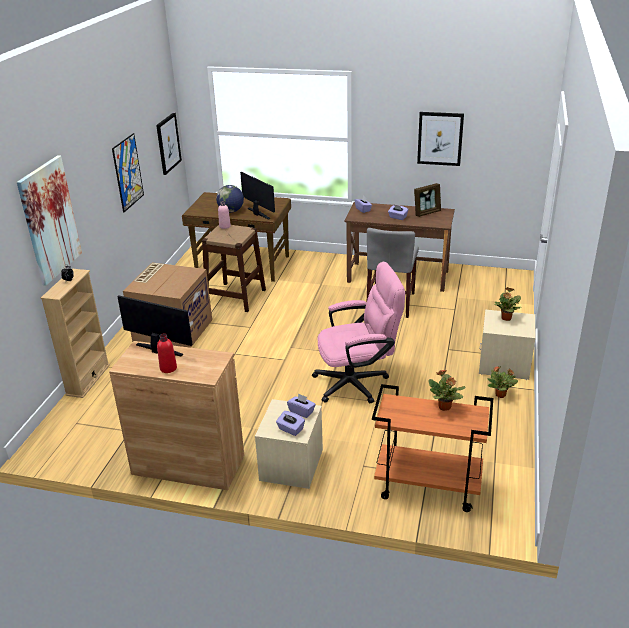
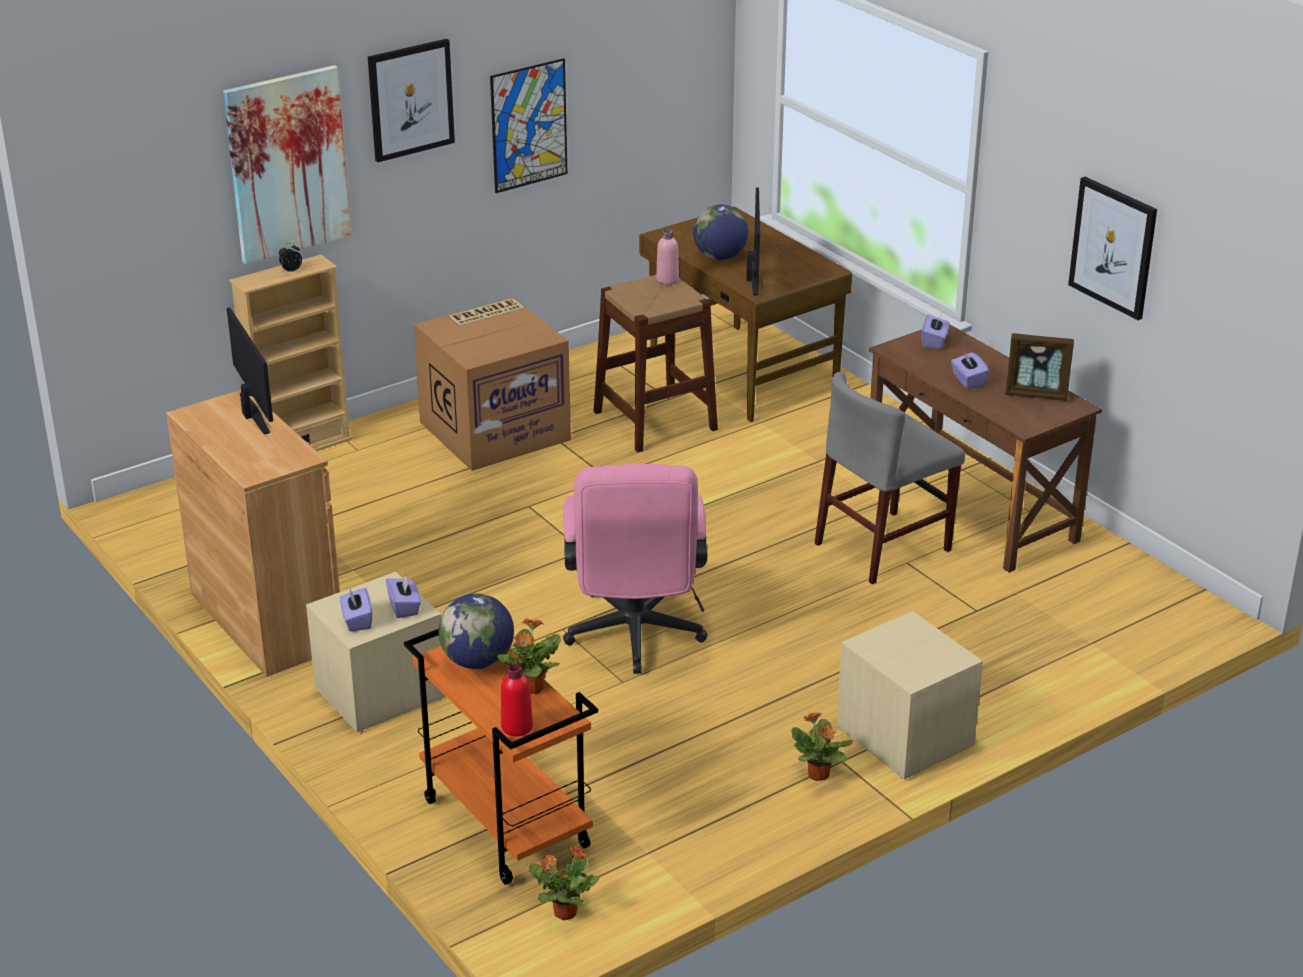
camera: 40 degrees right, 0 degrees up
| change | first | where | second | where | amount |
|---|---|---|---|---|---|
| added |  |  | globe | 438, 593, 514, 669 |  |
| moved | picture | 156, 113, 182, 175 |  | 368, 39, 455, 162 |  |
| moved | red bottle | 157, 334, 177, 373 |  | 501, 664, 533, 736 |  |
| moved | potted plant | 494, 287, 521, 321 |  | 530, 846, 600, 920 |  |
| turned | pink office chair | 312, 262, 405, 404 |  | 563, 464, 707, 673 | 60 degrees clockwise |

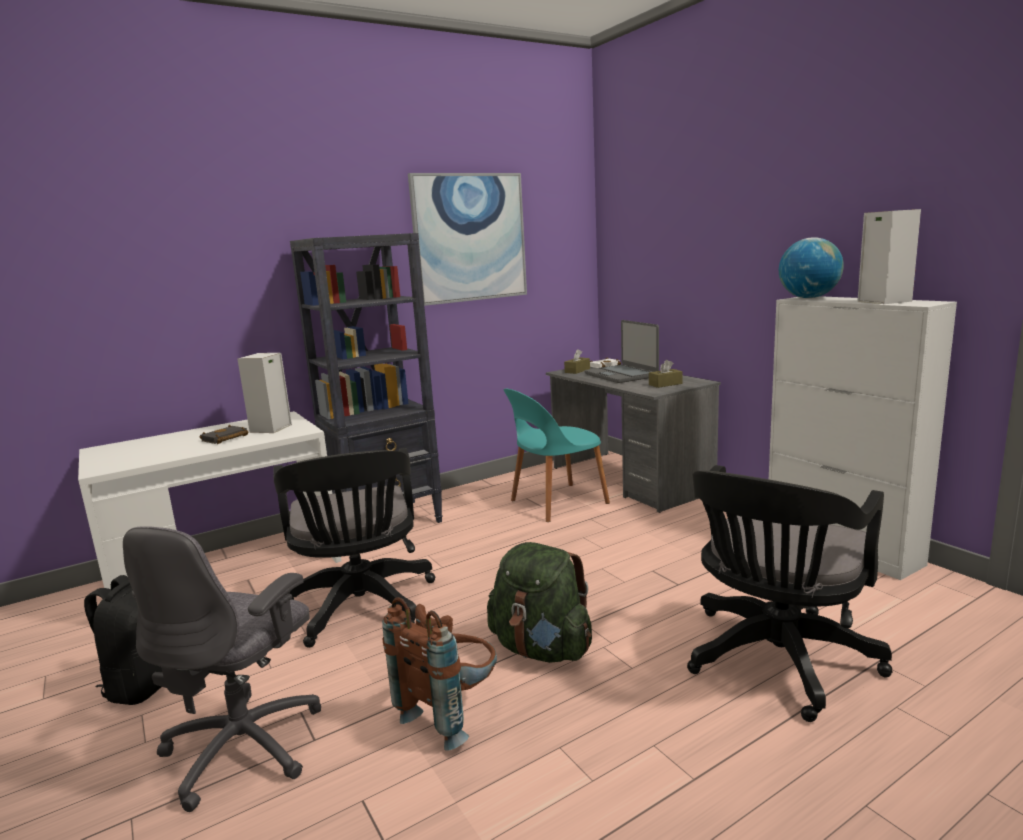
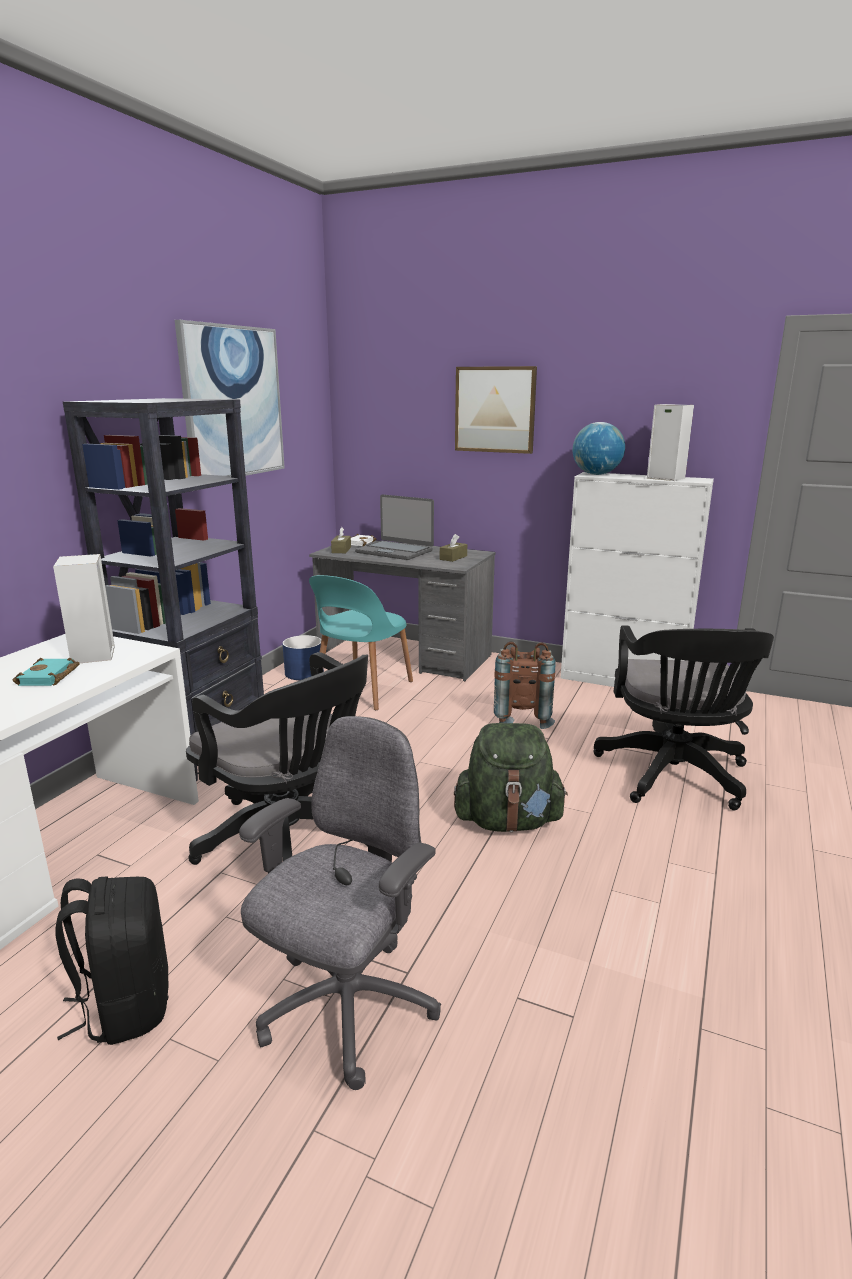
camera: 35 degrees left, 5 degrees up
| change | first | where | second | where | amount |
|---|---|---|---|---|---|
| added |  |  | blue planter | 282, 635, 324, 680 |  |
| added |  |  | picture | 455, 366, 537, 454 |  |
| moved | brown backpack | 382, 597, 497, 751 |  | 494, 642, 556, 729 |  |
| recoloured | black book | 200, 425, 248, 444 | turquoise book | 12, 658, 80, 686 |  |
| turned | grey office chair | 123, 526, 321, 812 |  | 239, 716, 441, 1090 | 135 degrees counterclockwise |

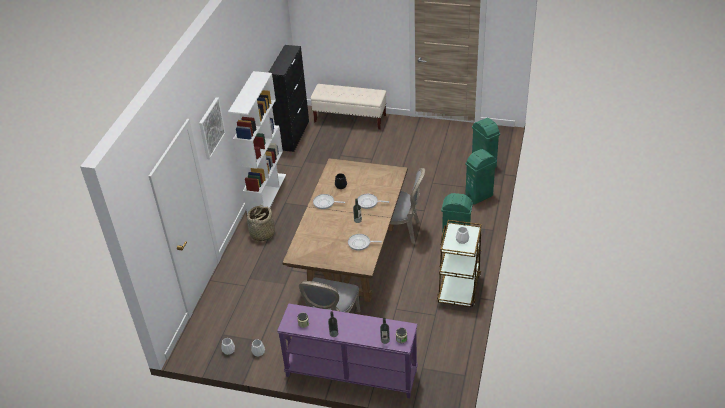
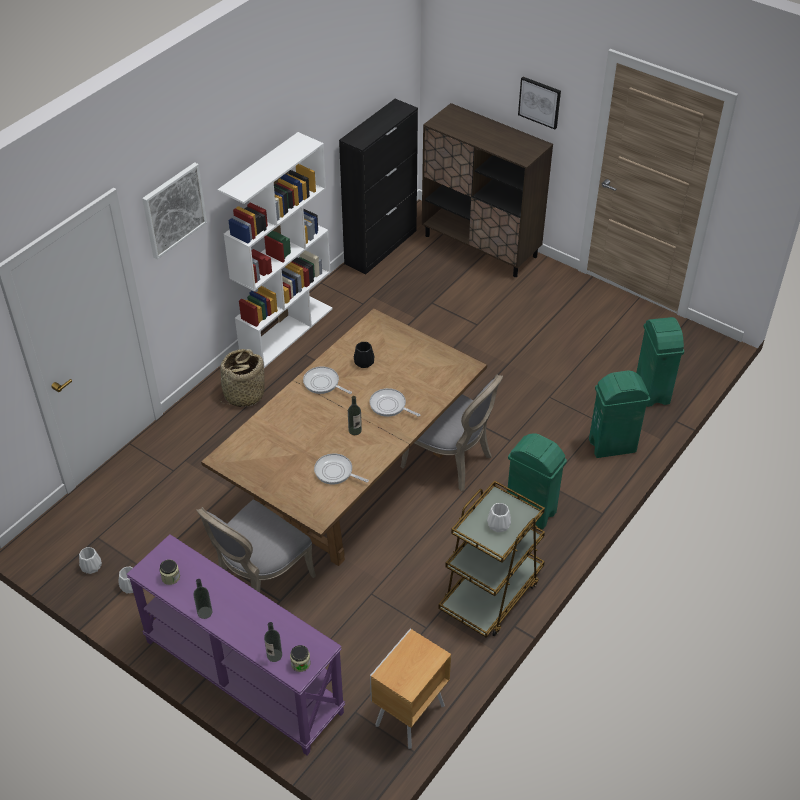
camera: 20 degrees right, 5 degrees up
| change | first | where | second | where | amount |
|---|---|---|---|---|---|
| added |  |  | brown nightstand | 370, 629, 451, 749 |  |
| added |  |  | picture | 518, 77, 561, 129 |  |
| replaced | beige bench | 311, 84, 387, 130 | brown cabinet | 422, 103, 553, 277 |  |

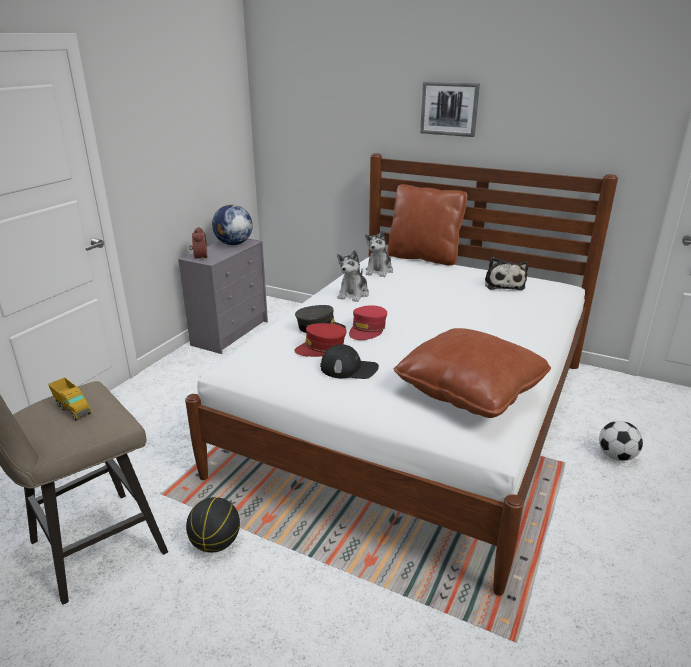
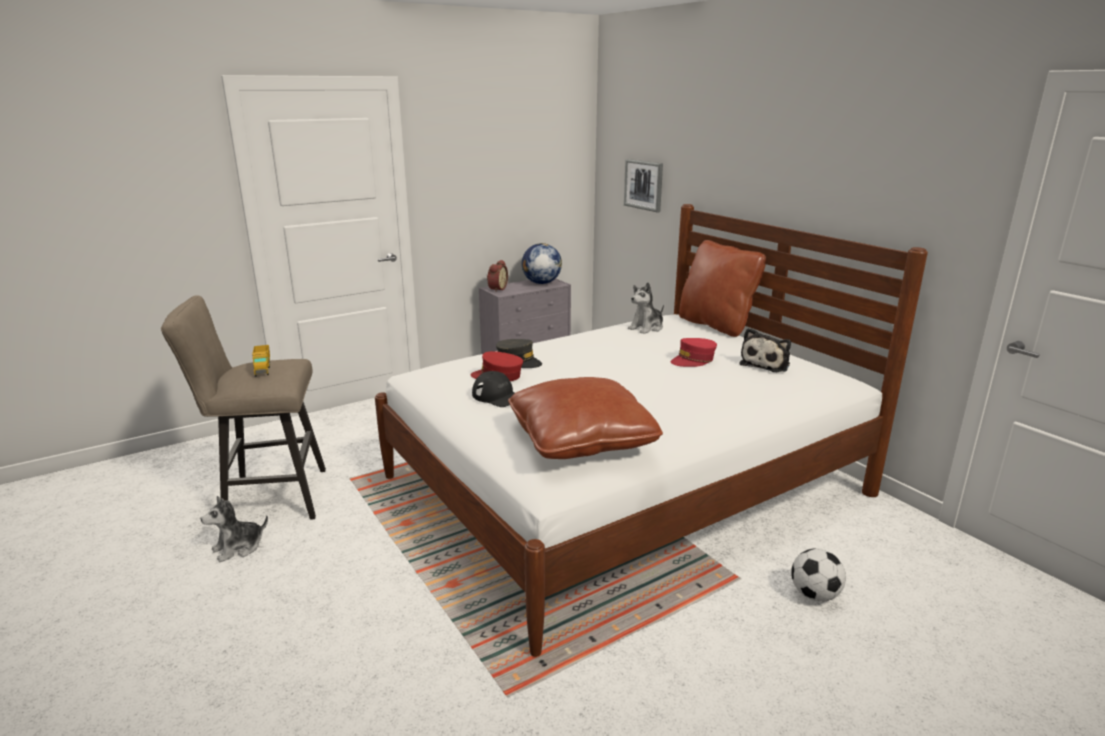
camera: 30 degrees right, 5 degrees down
| change | first | where | second | where | amount |
|---|---|---|---|---|---|
| removed | basketball | 186, 497, 240, 553 |  |  |  |
| moved | plush toy | 337, 250, 369, 302 |  | 200, 496, 268, 562 |  |
| moved | red cap | 349, 305, 387, 340 |  | 671, 338, 717, 367 |  |
| moved | picture | 420, 81, 480, 137 |  | 624, 159, 663, 213 |  |

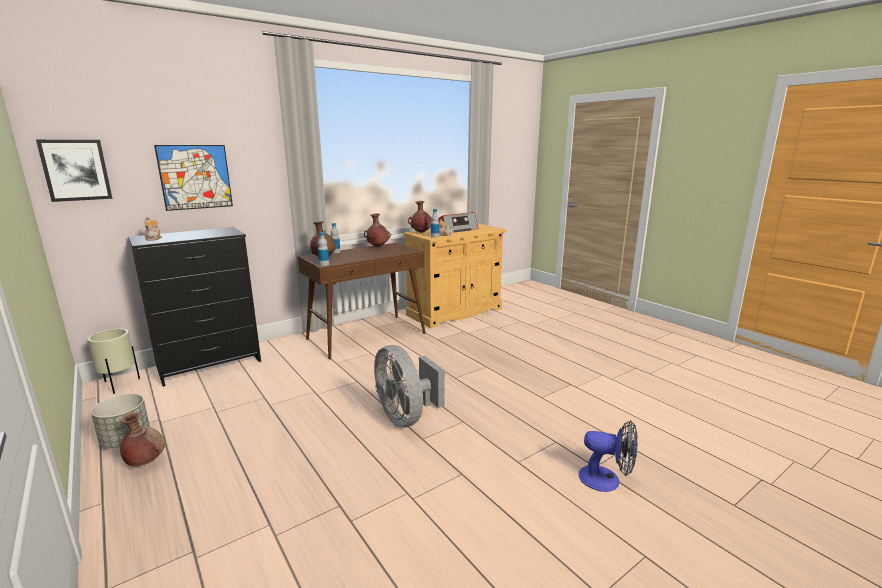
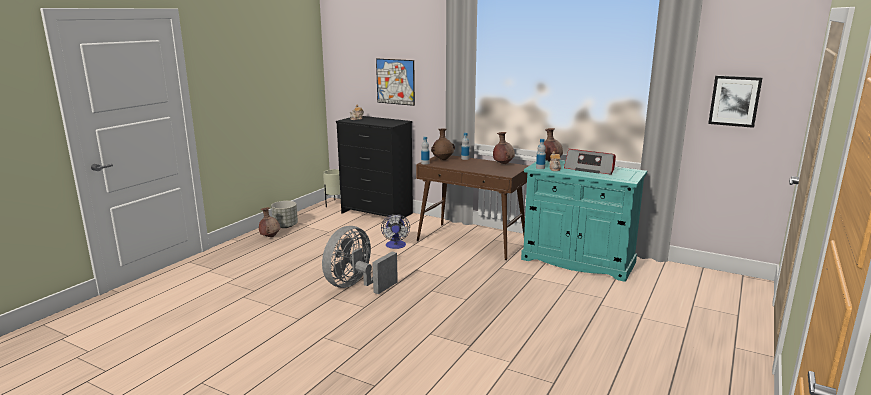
camera: 65 degrees right, 0 degrees up
| change | first | where | second | where | amount |
|---|---|---|---|---|---|
| moved | picture | 36, 140, 113, 202 |  | 708, 75, 762, 128 |  |
| moved | fan | 579, 420, 638, 492 |  | 381, 214, 410, 249 |  |
| recoloured | beige cabinet | 403, 223, 507, 328 | turquoise cabinet | 521, 160, 647, 282 |  |

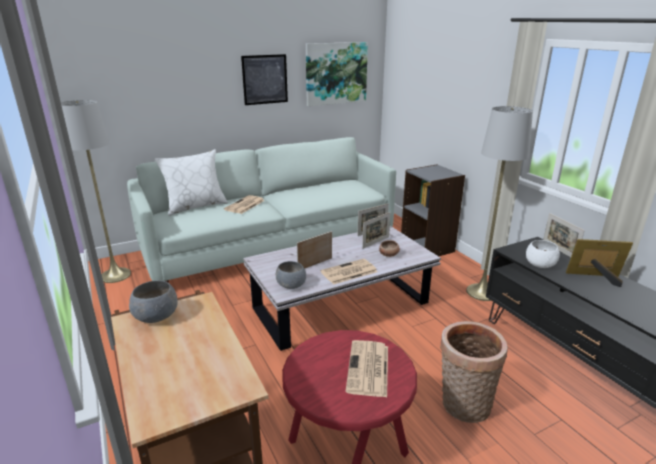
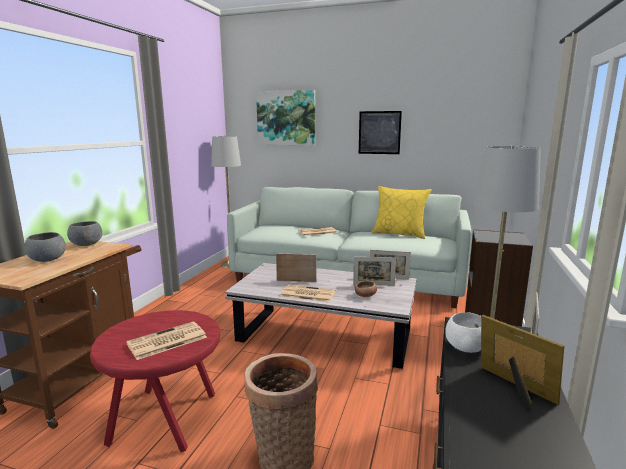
camera: 45 degrees right, 10 degrees down
| change | first | where | second | where | amount |
|---|---|---|---|---|---|
| removed | white pillow | 155, 149, 228, 216 |  |  |  |
| added |  |  | yellow pillow | 371, 186, 432, 239 |  |
| moved | grey bowl | 276, 261, 306, 289 |  | 25, 232, 66, 262 |  |
| moved | picture | 306, 42, 368, 106 |  | 256, 90, 315, 145 |  |

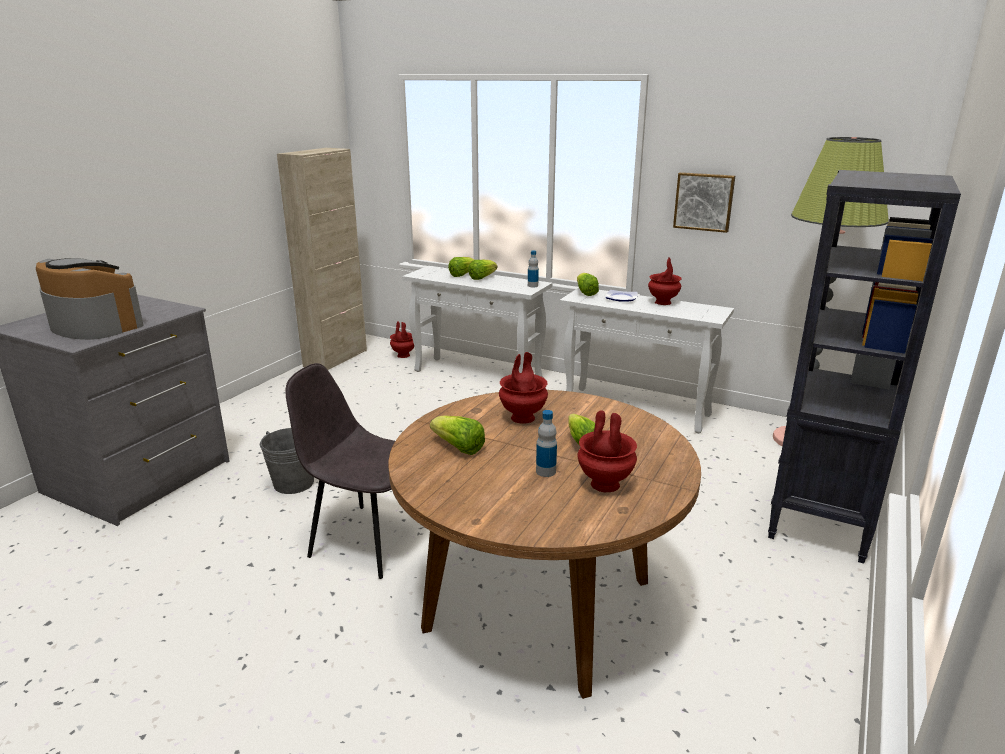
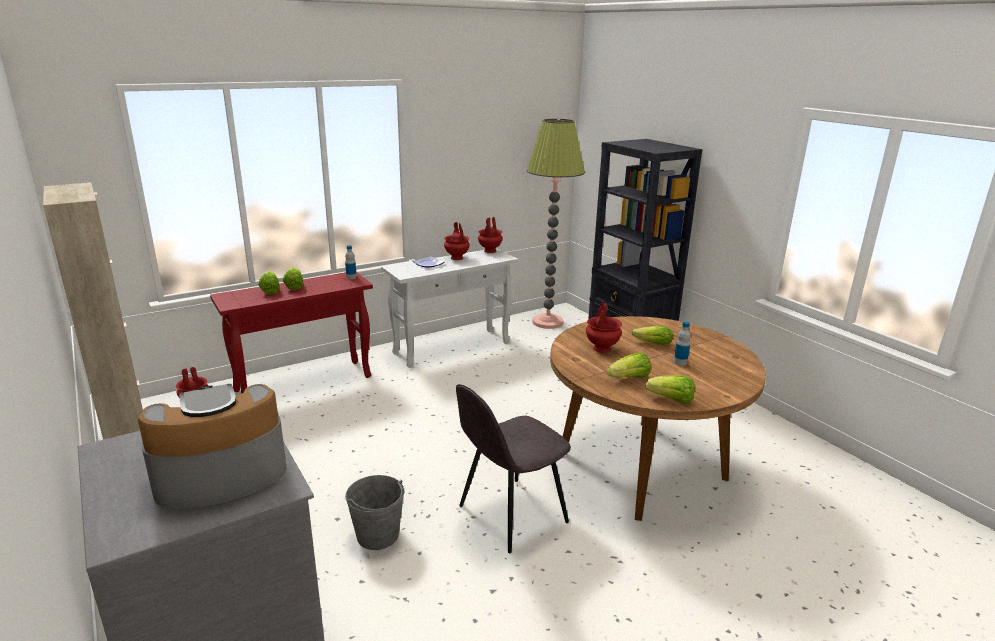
camera: 60 degrees left, 0 degrees up
| change | first | where | second | where | amount |
|---|---|---|---|---|---|
| removed | picture | 673, 172, 735, 233 |  |  |  |
| moved | lettuce | 577, 273, 599, 296 |  | 645, 375, 695, 404 |  |
| moved | red vase | 578, 410, 637, 492 |  | 478, 217, 503, 253 |  |
| recoloured | white console table | 402, 266, 552, 377 | red console table | 210, 272, 373, 394 |  |

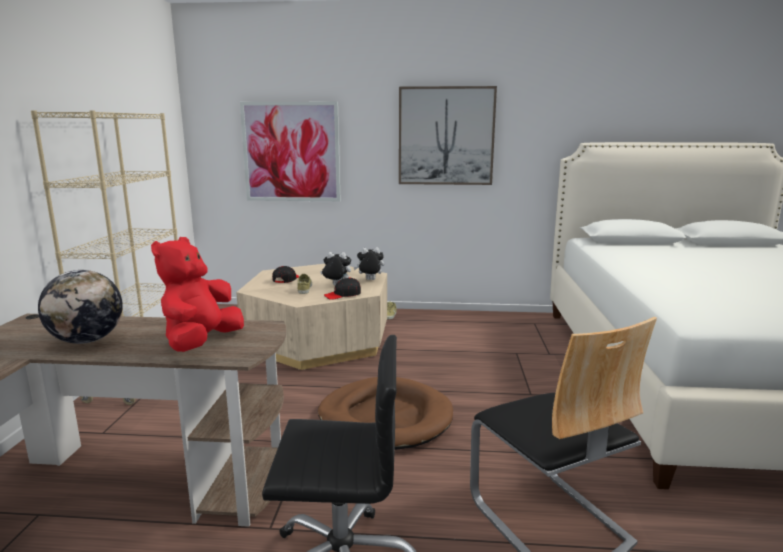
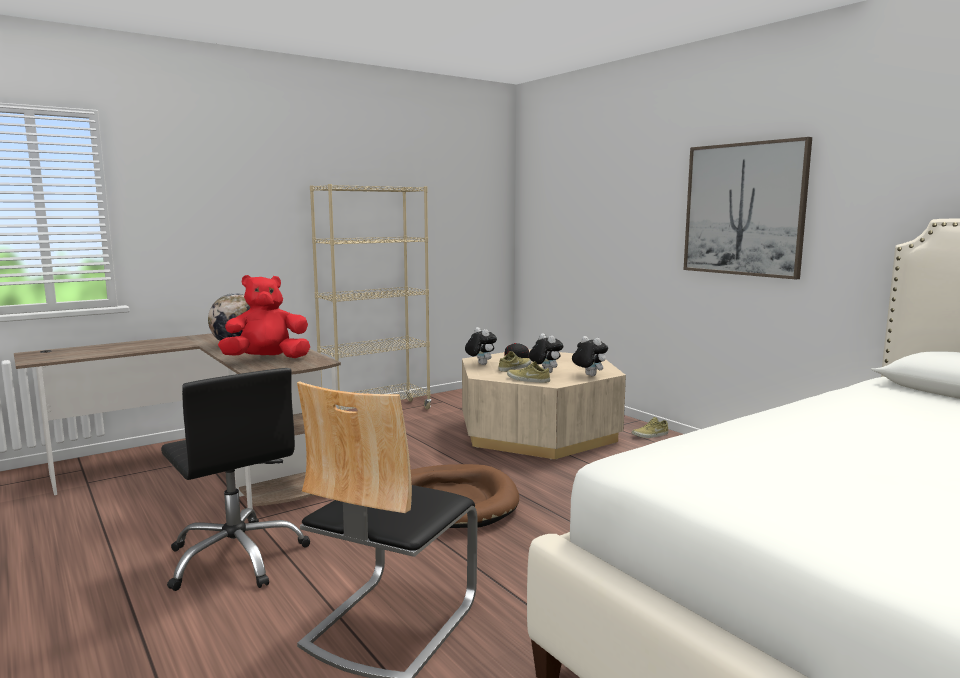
camera: 50 degrees right, 5 degrees down
| change | first | where | second | where | amount |
|---|---|---|---|---|---|
| removed | picture | 240, 102, 341, 201 |  |  |  |
| added |  |  | plush toy | 465, 327, 497, 365 |  |
| replaced | black cap | 324, 277, 361, 300 | beige shoe | 507, 361, 550, 383 |  |

